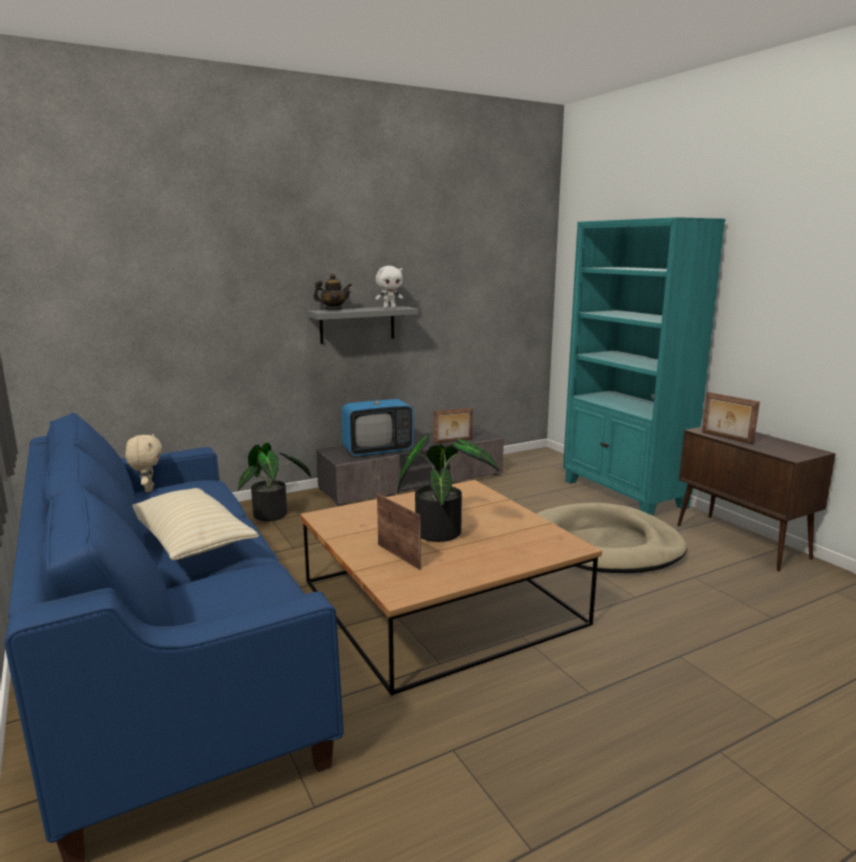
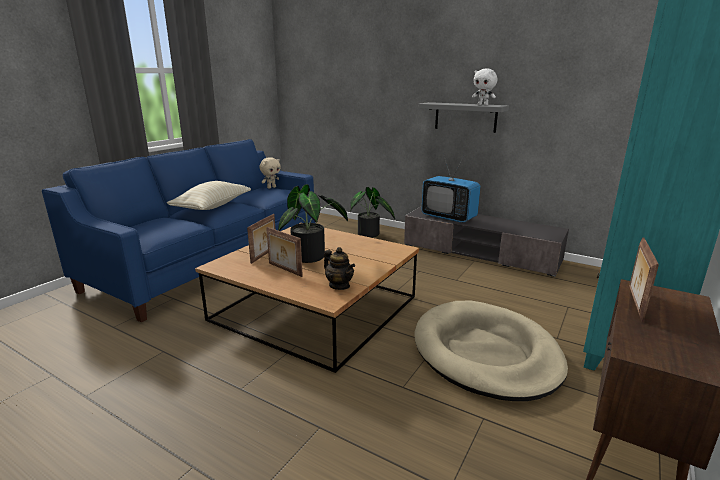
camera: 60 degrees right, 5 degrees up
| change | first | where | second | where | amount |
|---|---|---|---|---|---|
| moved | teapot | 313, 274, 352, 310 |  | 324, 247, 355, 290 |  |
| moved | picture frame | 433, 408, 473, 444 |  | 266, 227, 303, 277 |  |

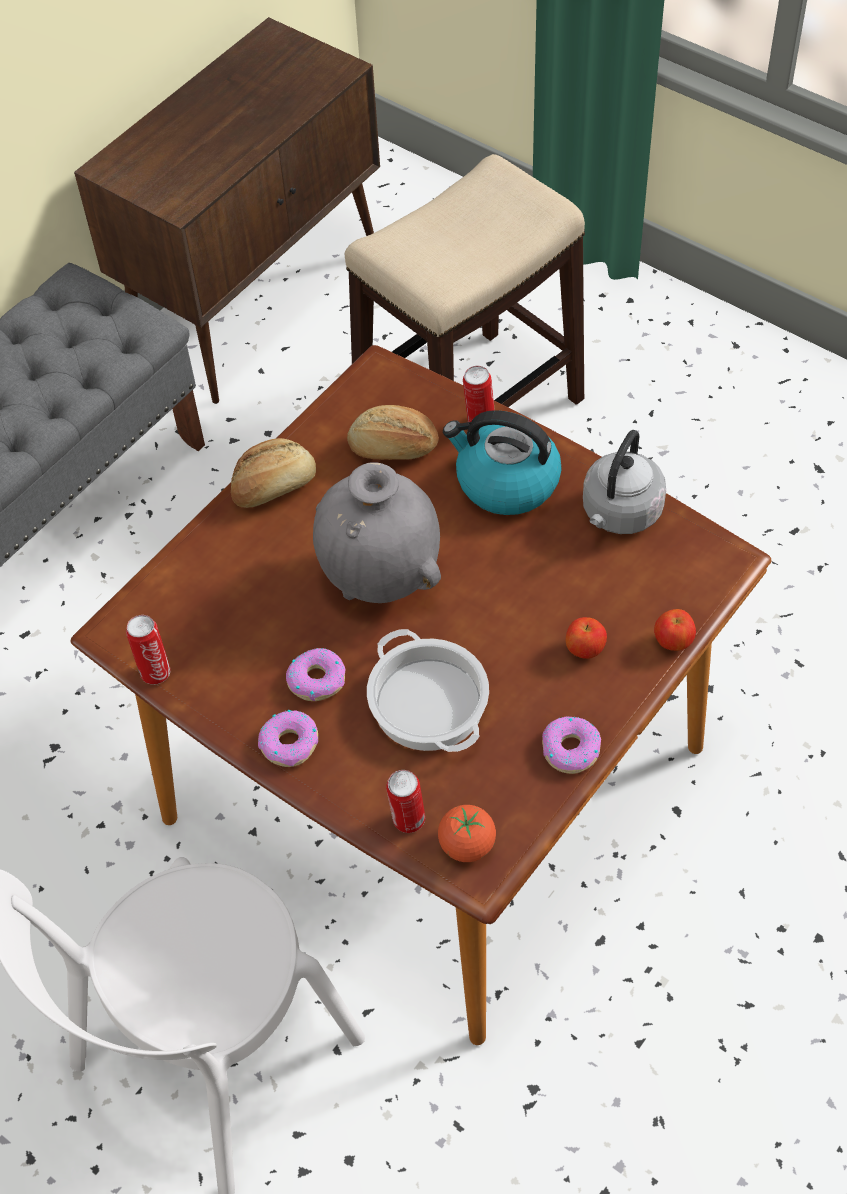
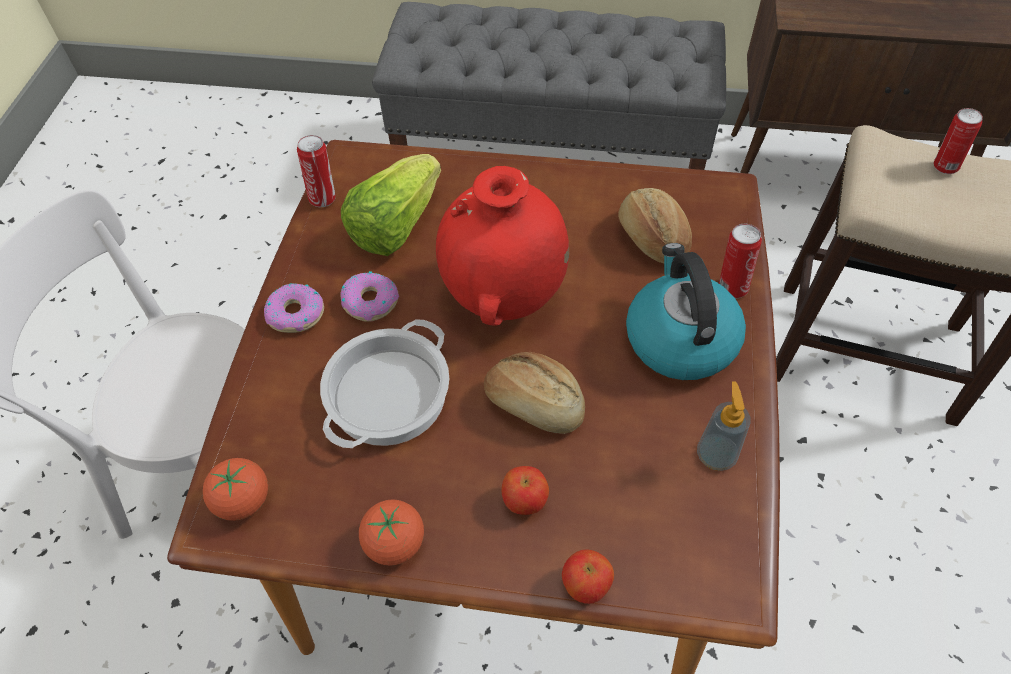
camera: 60 degrees right, 0 degrees up
| change | first | where | second | where | amount |
|---|---|---|---|---|---|
| added |  |  | lettuce | 341, 154, 441, 256 |  |
| moved | bread | 231, 438, 316, 508 |  | 484, 352, 585, 434 |  |
| moved | can | 386, 770, 425, 833 |  | 934, 108, 983, 174 |  |
| replaced | donut | 542, 716, 601, 774 | tomato | 359, 499, 424, 566 |  |
| replaced | grey kettle | 583, 430, 666, 534 | soap dispenser | 697, 381, 750, 471 |  |
| recoloured | grey vase | 313, 462, 441, 603 | red vase | 436, 166, 569, 326 |  |

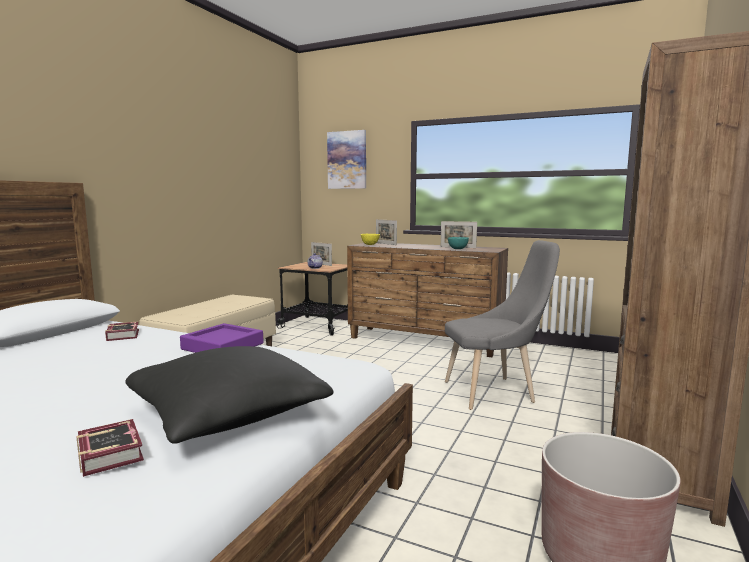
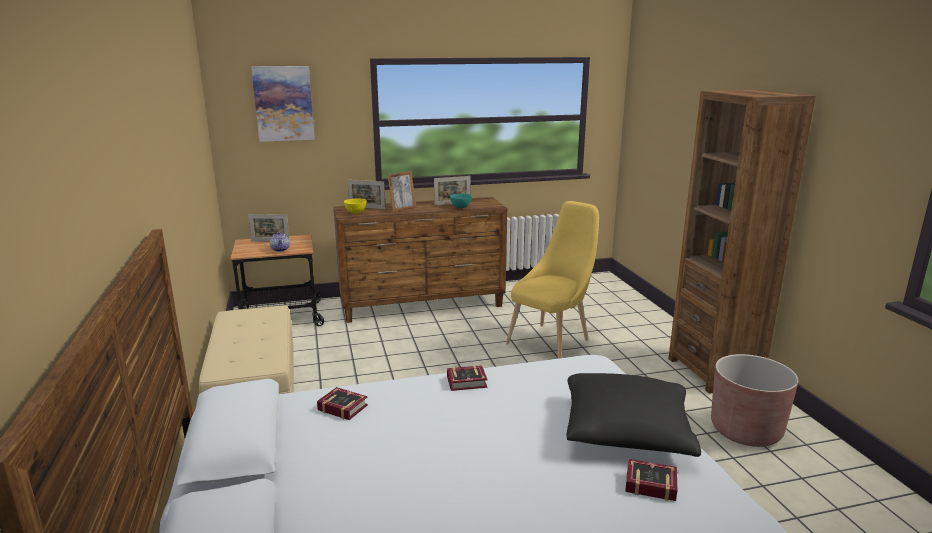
camera: 40 degrees left, 10 degrees up
| change | first | where | second | where | amount |
|---|---|---|---|---|---|
| added |  |  | picture frame | 388, 171, 416, 212 |  |
| replaced | purple tray | 180, 323, 263, 353 | book | 447, 365, 488, 391 |  |
| recoloured | grey chair | 445, 240, 560, 410 | yellow chair | 506, 201, 599, 359 |  |

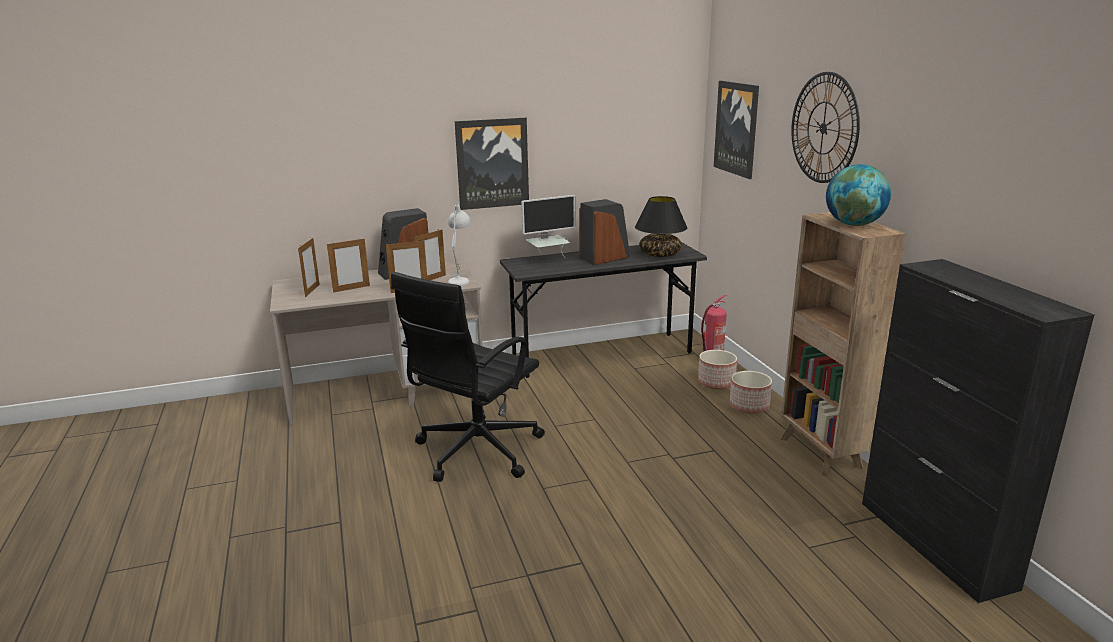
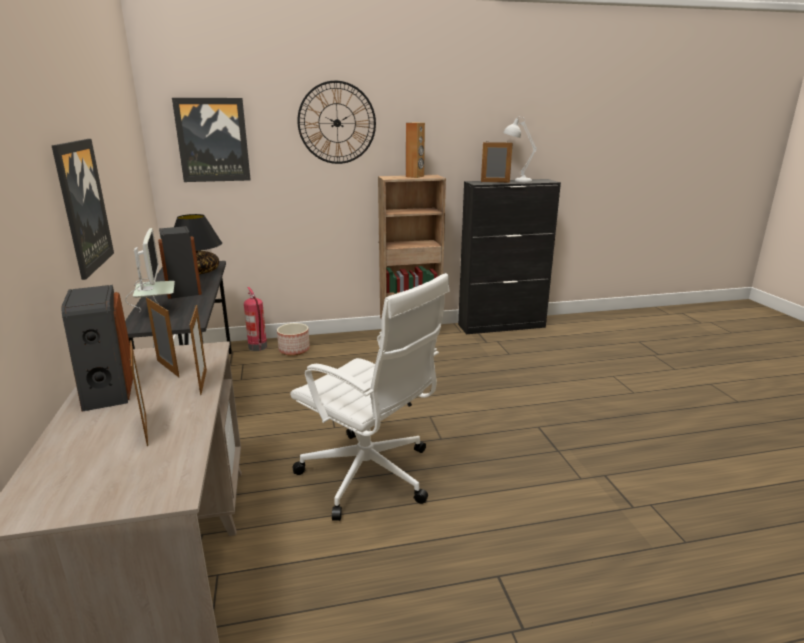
camera: 85 degrees left, 0 degrees up
| change | first | where | second | where | amount |
|---|---|---|---|---|---|
| removed | planter | 730, 371, 772, 414 |  |  |  |
| moved | picture frame | 298, 238, 320, 297 |  | 481, 142, 513, 183 |  |
| moved | white table lamp | 448, 203, 471, 286 |  | 503, 117, 537, 182 |  |
| replaced | globe | 826, 164, 891, 226 | brown speaker | 406, 122, 425, 178 |  |
| recoloured | black office chair | 391, 272, 545, 482 | white office chair | 290, 273, 450, 521 |  |

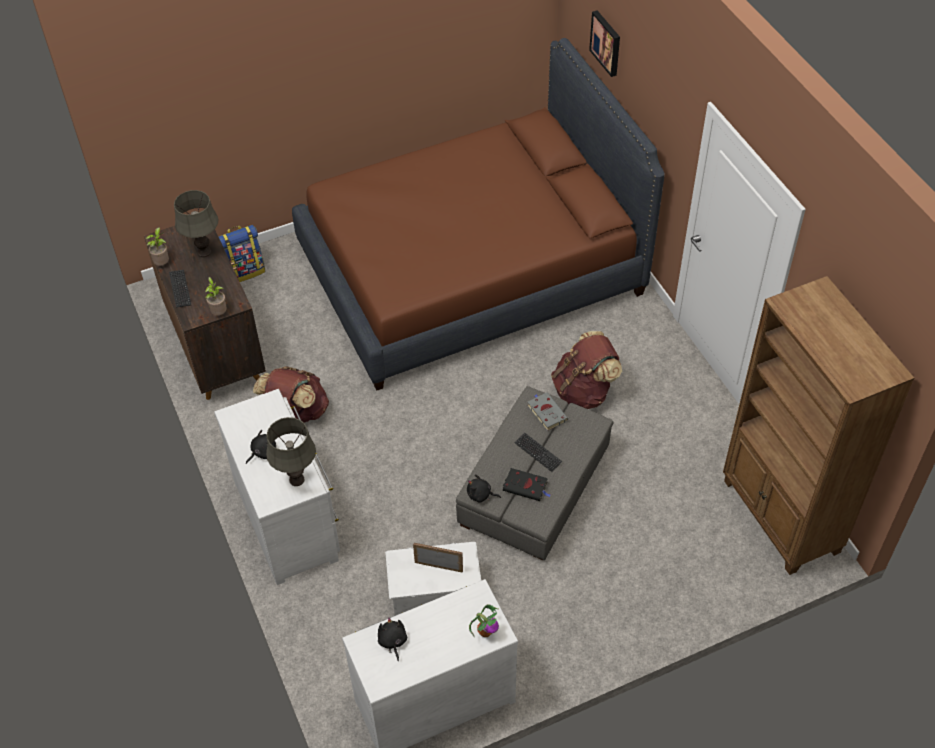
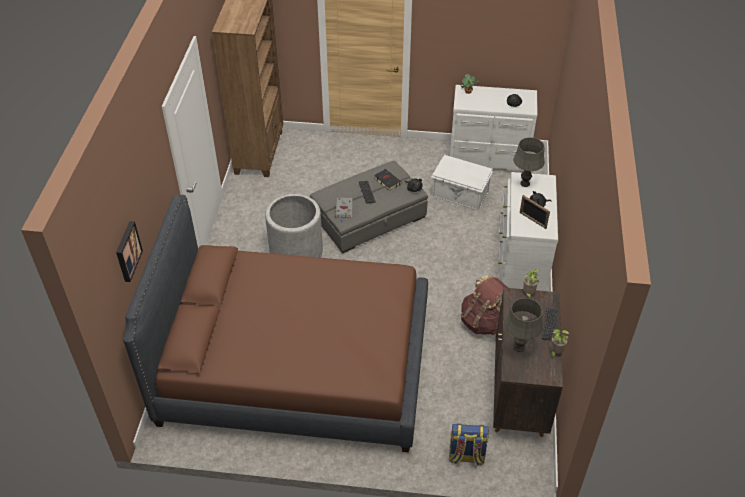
camera: 150 degrees left, 5 degrees down
| change | first | where | second | where | amount |
|---|---|---|---|---|---|
| moved | picture frame | 413, 543, 463, 573 |  | 520, 195, 550, 229 |  |
| replaced | brown backpack | 551, 331, 622, 409 | grey planter | 265, 194, 323, 258 |  |

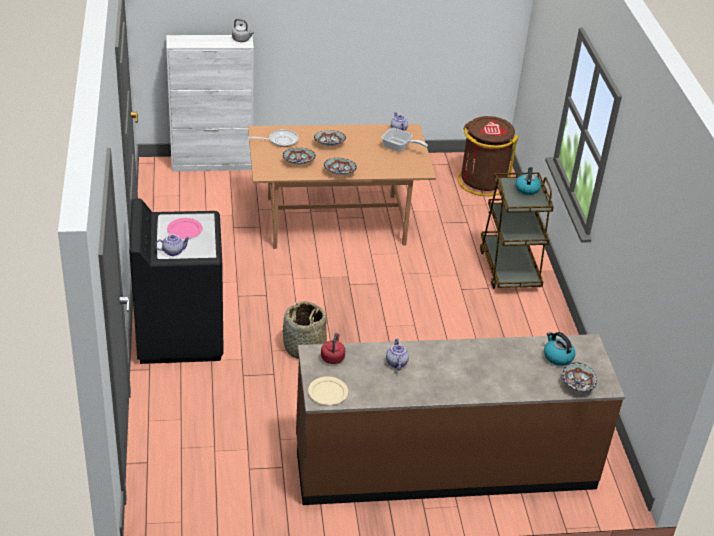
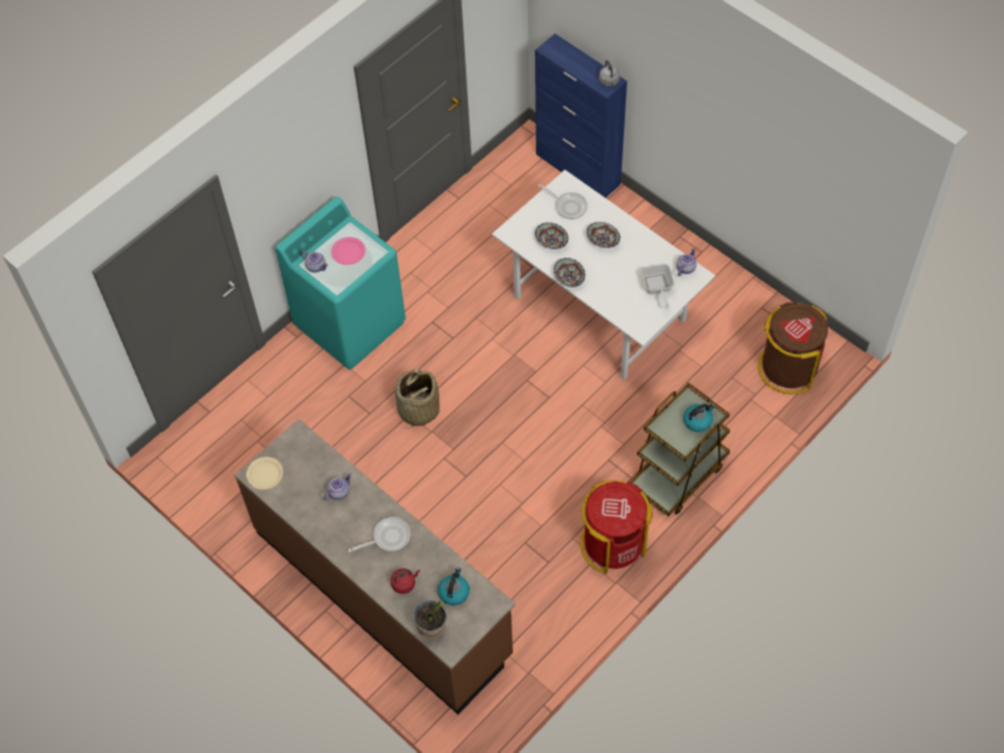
camera: 55 degrees right, 20 degrees up
| change | first | where | second | where | amount |
|---|---|---|---|---|---|
| added |  |  | frying pan | 348, 517, 411, 552 |  |
| added |  |  | red trash can | 580, 480, 653, 574 |  |
| moved | red kettle | 321, 333, 345, 364 |  | 391, 568, 420, 594 |  |
| replaced | bowl | 563, 362, 597, 392 | potted plant | 413, 600, 447, 638 |  |
| recoloured | black washing machine | 129, 198, 224, 364 | turquoise washing machine | 275, 197, 406, 370 |  |
| recoloured | white cabinet | 166, 35, 254, 172 | blue cabinet | 535, 34, 627, 198 |  |
| recoloured | brown dining table | 248, 124, 436, 249 | white dining table | 492, 170, 715, 380 |  |

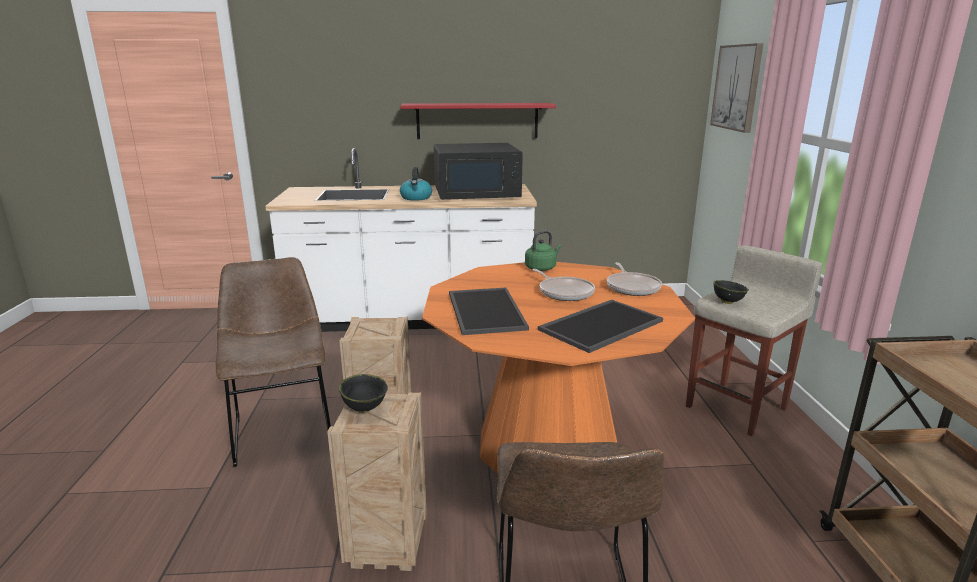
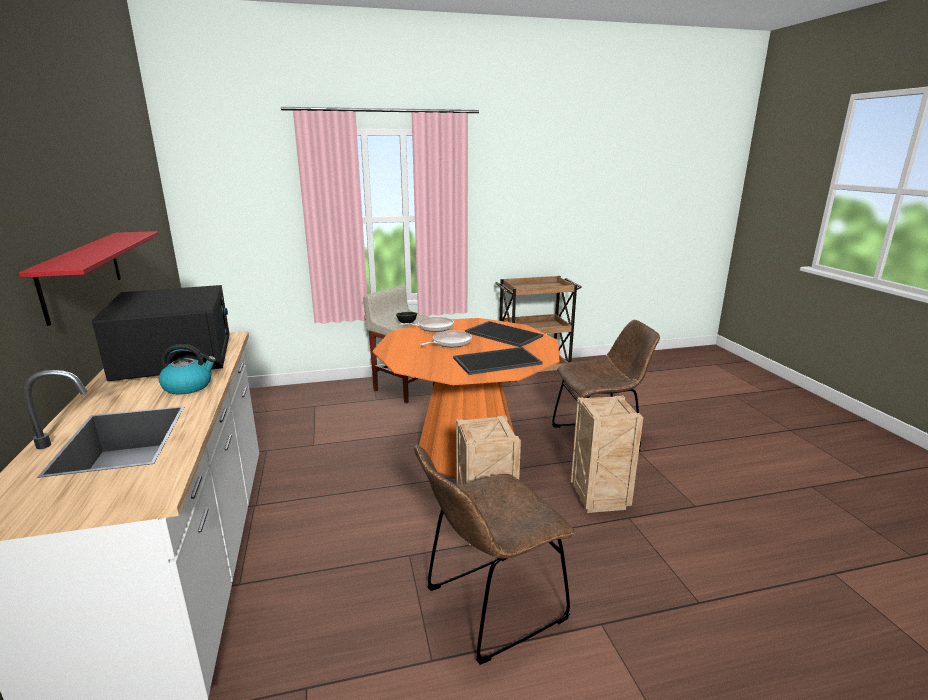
camera: 100 degrees left, 0 degrees up
| change | first | where | second | where | amount |
|---|---|---|---|---|---|
| removed | black bowl | 339, 374, 388, 413 |  |  |  |
| removed | green kettle | 525, 231, 562, 271 |  |  |  |
| removed | picture | 710, 43, 764, 133 |  |  |  |

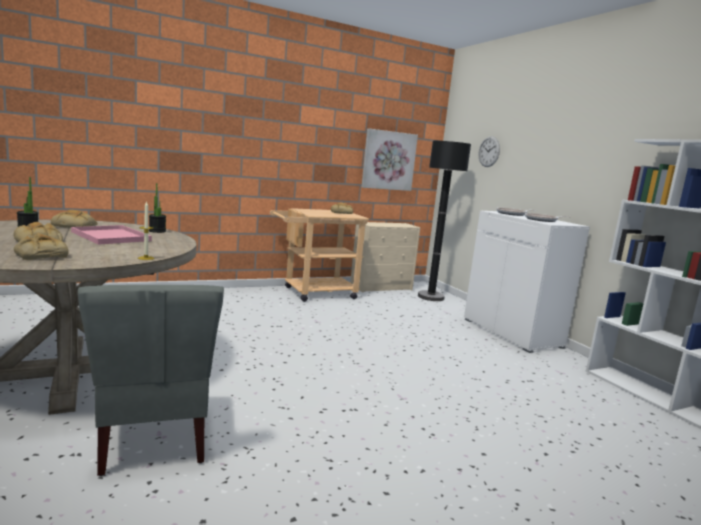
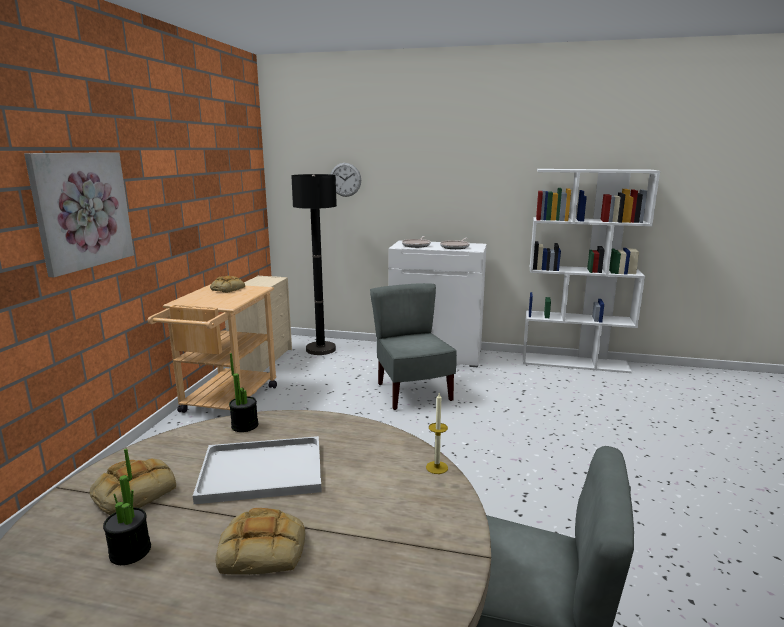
camera: 50 degrees left, 5 degrees up
| change | first | where | second | where | amount |
|---|---|---|---|---|---|
| removed | bread | 14, 233, 69, 260 |  |  |  |
| added |  |  | grey chair | 370, 283, 457, 410 |  |
| moved | picture | 361, 128, 418, 191 |  | 24, 152, 134, 277 |  |
| recoloured | pink tray | 71, 225, 152, 245 | white tray | 193, 436, 322, 504 |  |

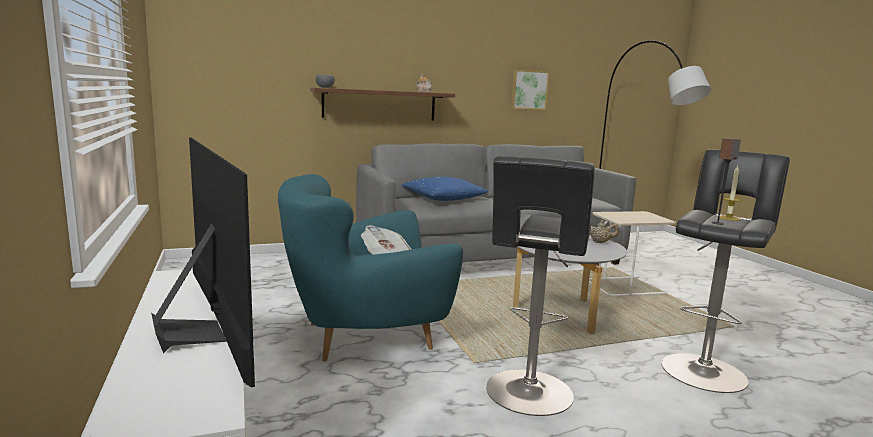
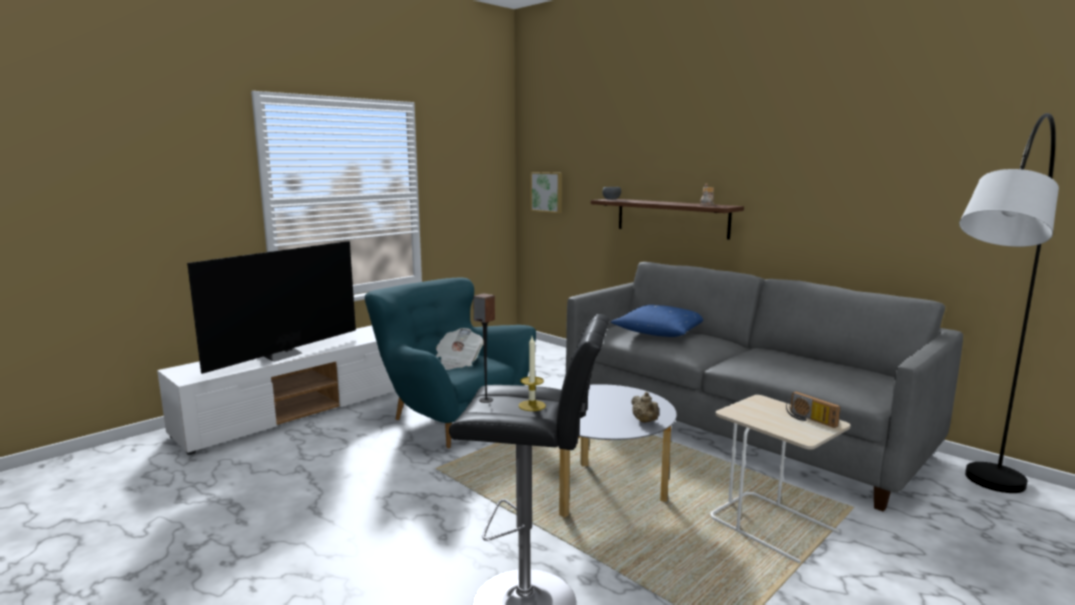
camera: 65 degrees right, 0 degrees up
| change | first | where | second | where | amount |
|---|---|---|---|---|---|
| removed | black stool | 486, 156, 595, 416 |  |  |  |
| added |  |  | radio | 786, 391, 841, 428 |  |
| moved | picture | 511, 70, 549, 110 |  | 530, 172, 562, 213 |  |

